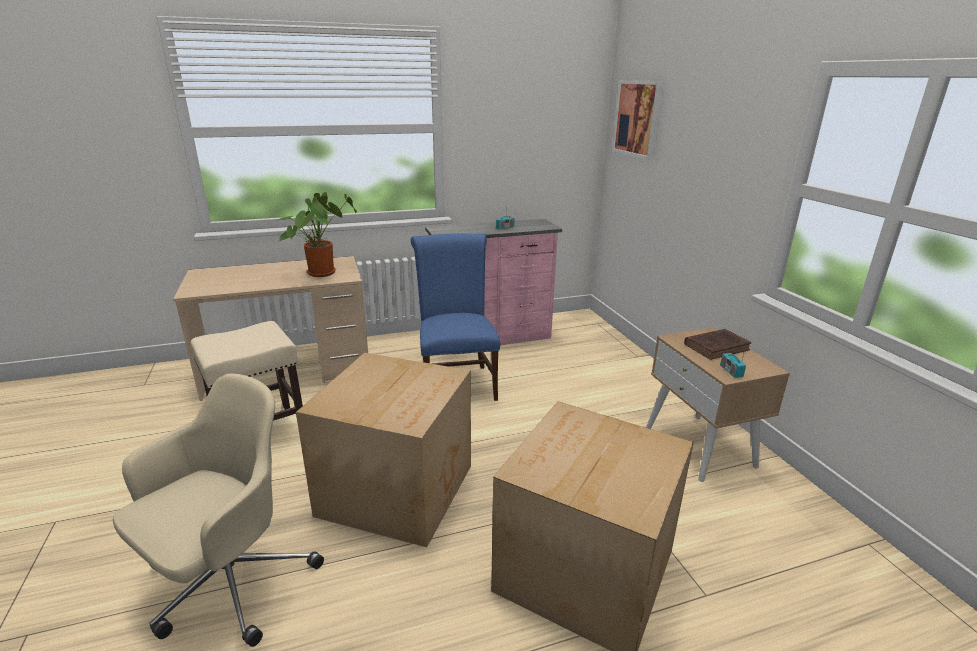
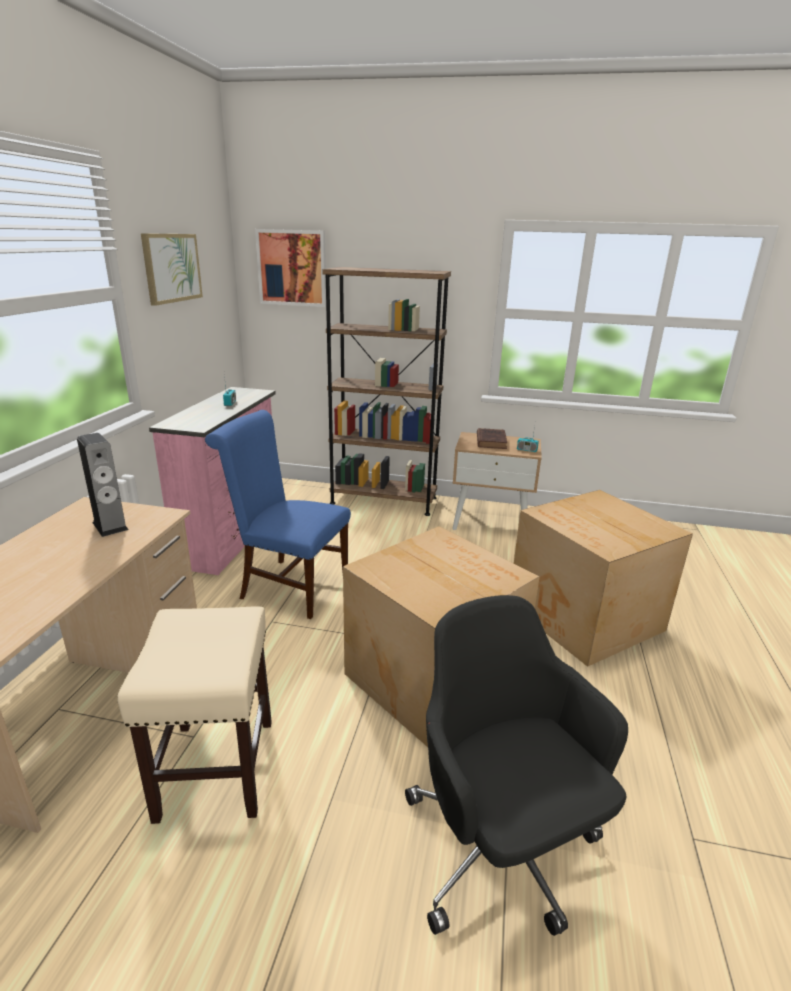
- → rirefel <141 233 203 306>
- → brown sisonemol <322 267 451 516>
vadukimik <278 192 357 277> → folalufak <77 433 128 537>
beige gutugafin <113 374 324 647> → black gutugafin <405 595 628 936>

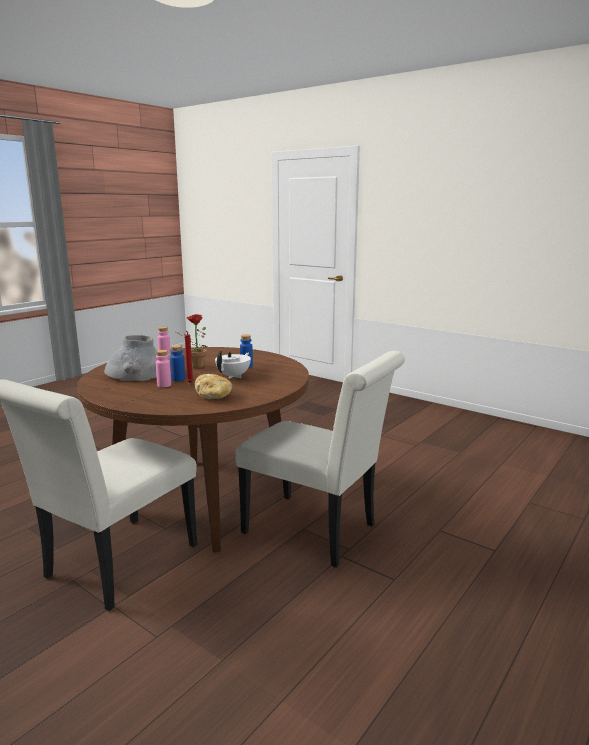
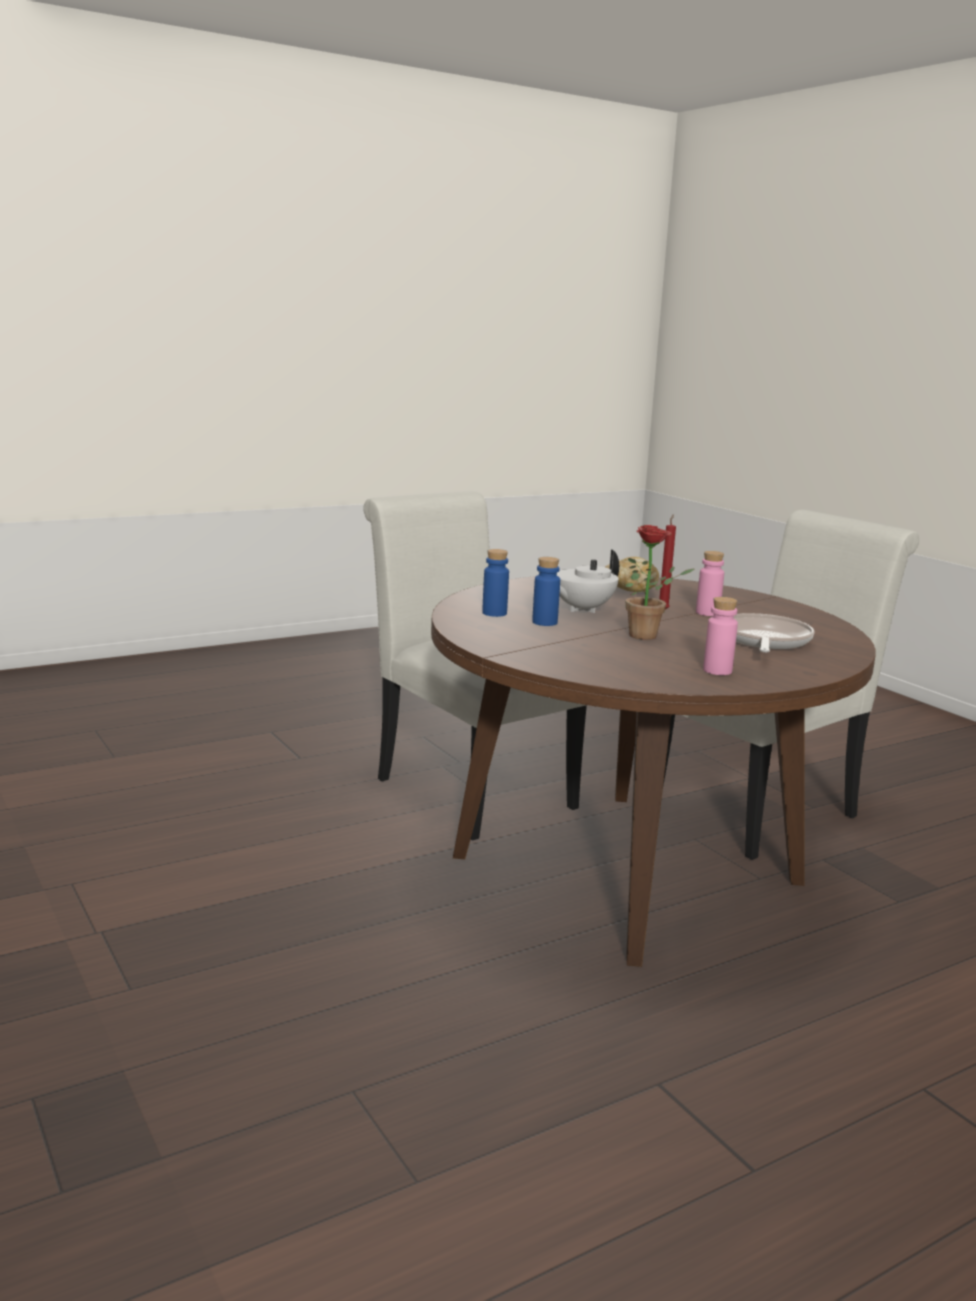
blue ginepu <170 345 185 381> → blue ginepu <482 549 509 617>, relocated
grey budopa <104 335 171 381> → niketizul <734 613 814 652>

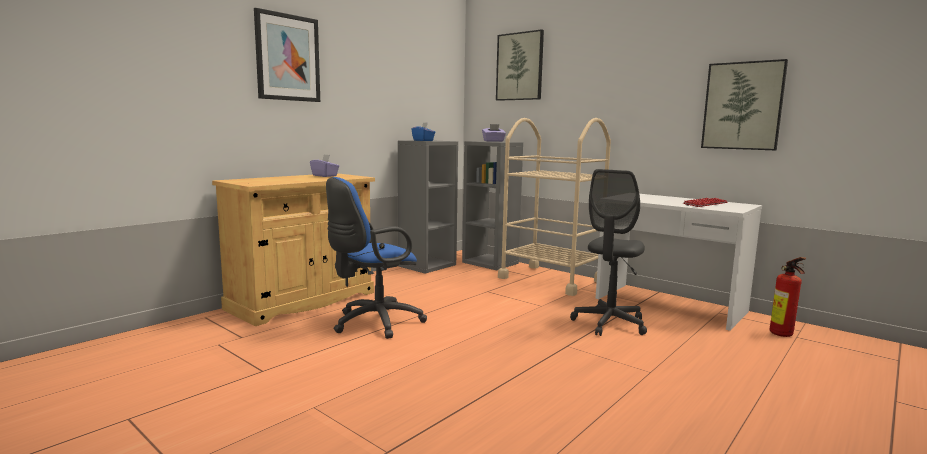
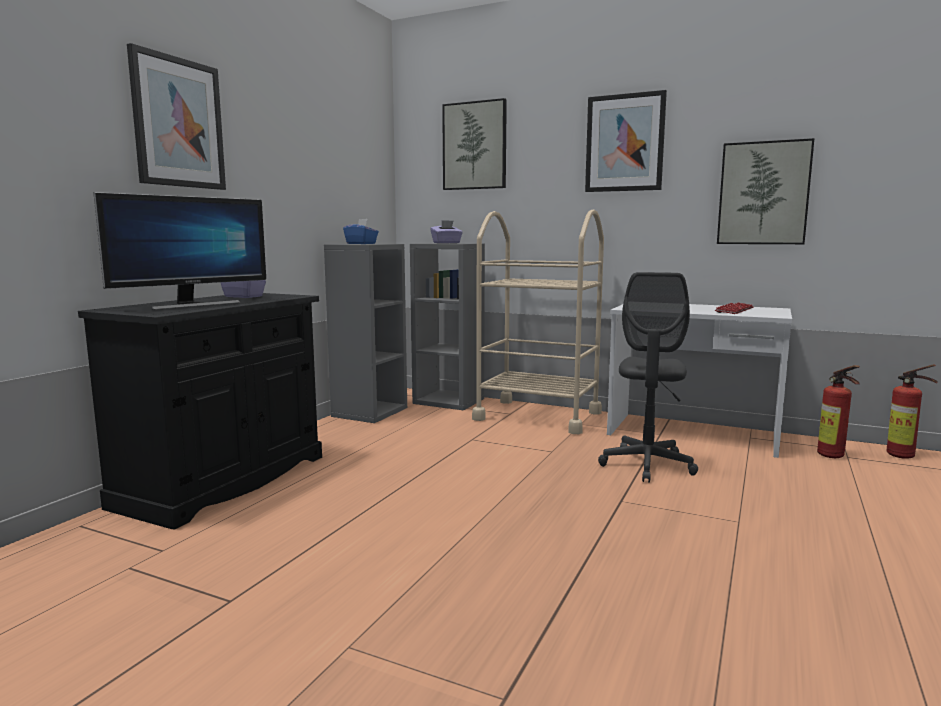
blue gutugafin <326 177 427 339> → -
- → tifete <93 192 266 310>
- → rirefel <585 90 667 192>
- → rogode <886 364 938 459>
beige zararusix <212 173 375 326> → black zararusix <78 293 322 530>

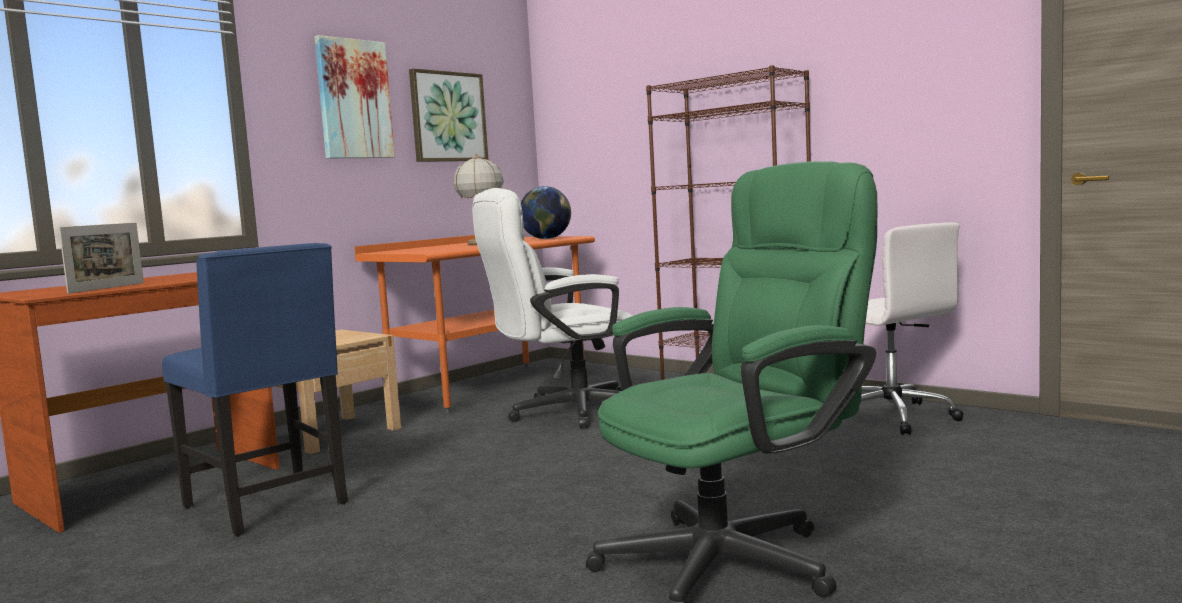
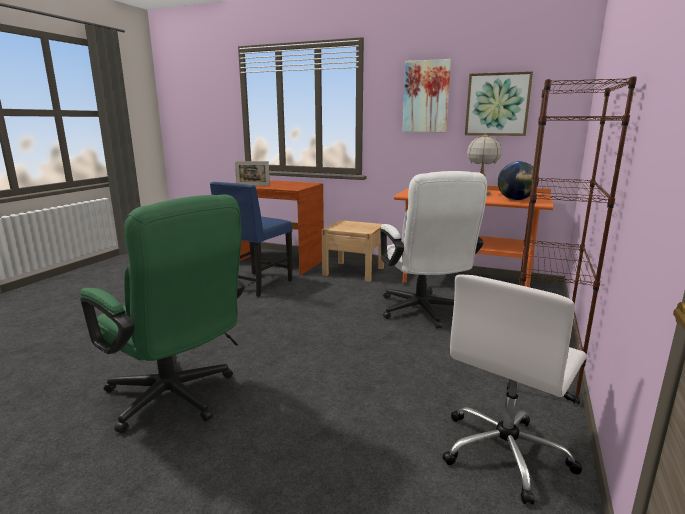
white gutugafin <472 188 632 428> → white gutugafin <380 171 487 329>, 150 degrees counterclockwise

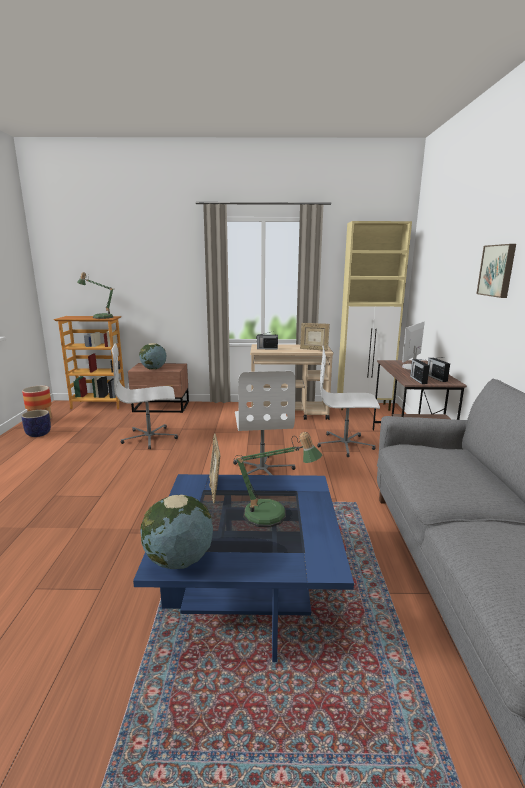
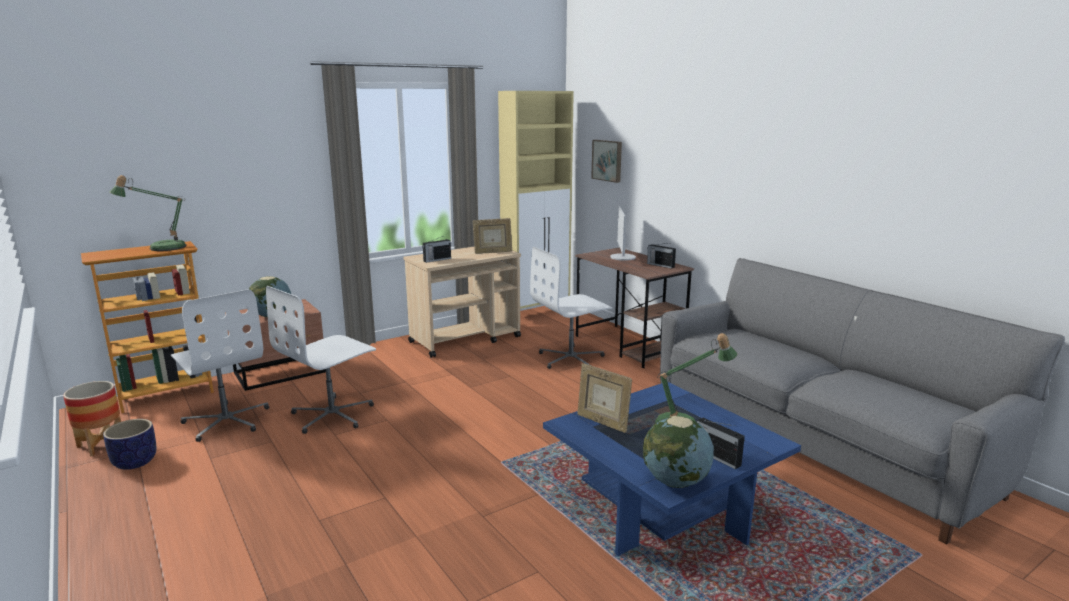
white gutugafin <233 371 296 475> → white gutugafin <171 289 269 442>, relocated
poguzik <410 359 430 384> → poguzik <697 418 745 469>, relocated
rirefel <476 244 516 298> → rirefel <591 140 622 183>, relocated

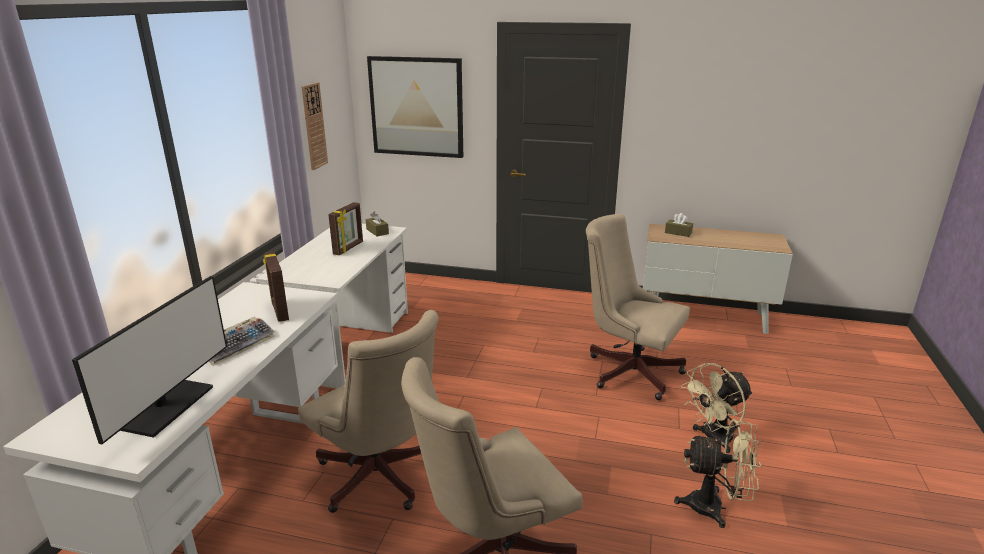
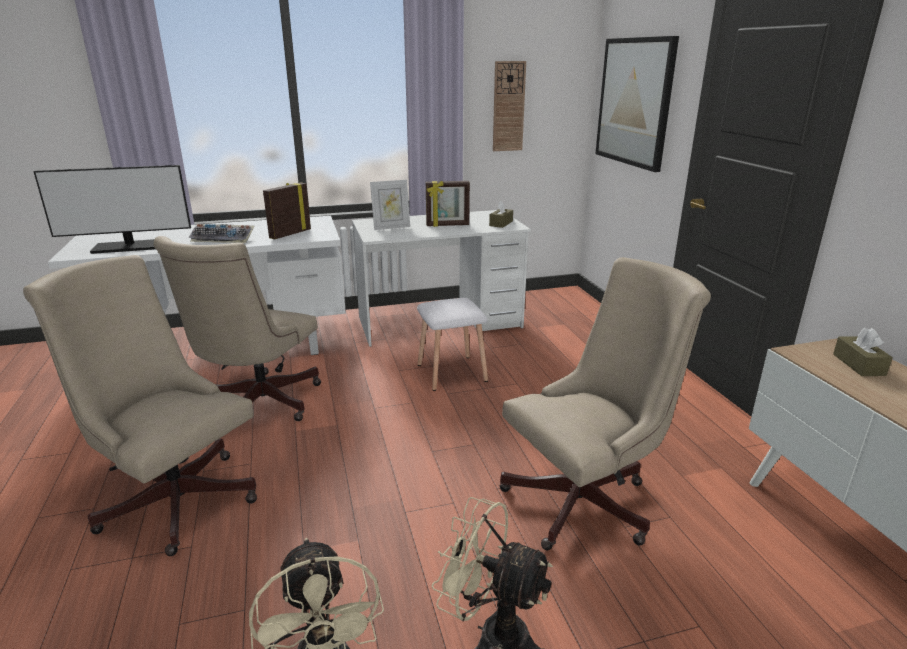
- → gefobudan <370 180 410 230>
- → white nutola <417 298 488 391>
beige gutugafin <586 213 690 400> → beige gutugafin <500 257 711 550>, 60 degrees clockwise

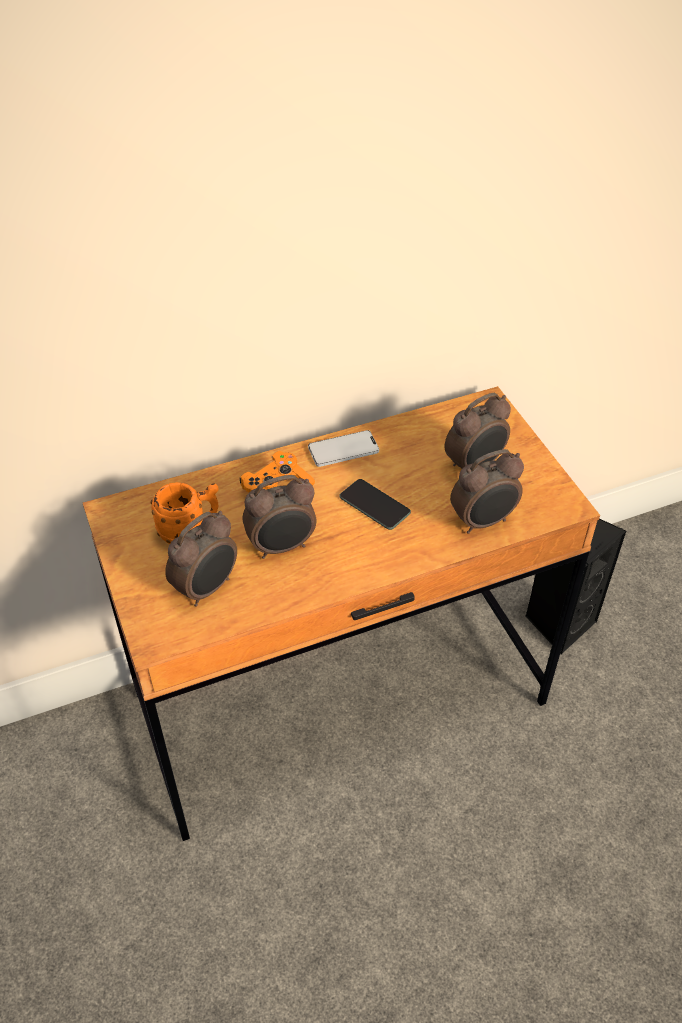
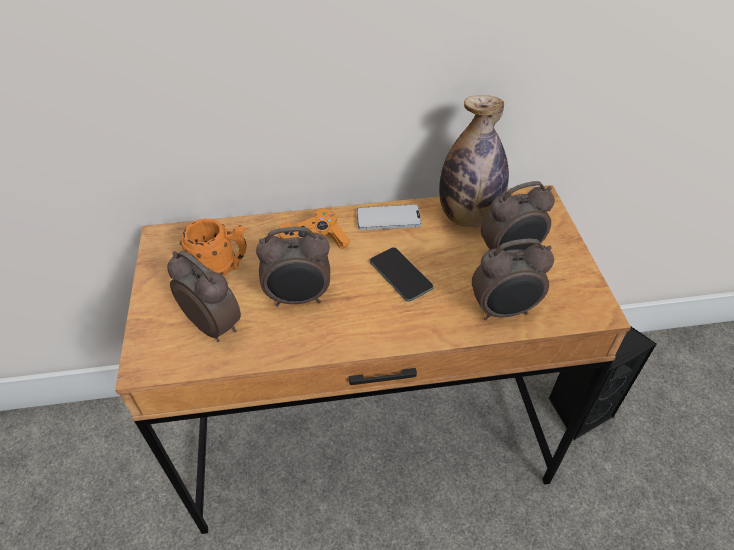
- → ginepu <439 95 509 227>
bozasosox <165 511 237 607> → bozasosox <167 251 241 342>, 105 degrees counterclockwise

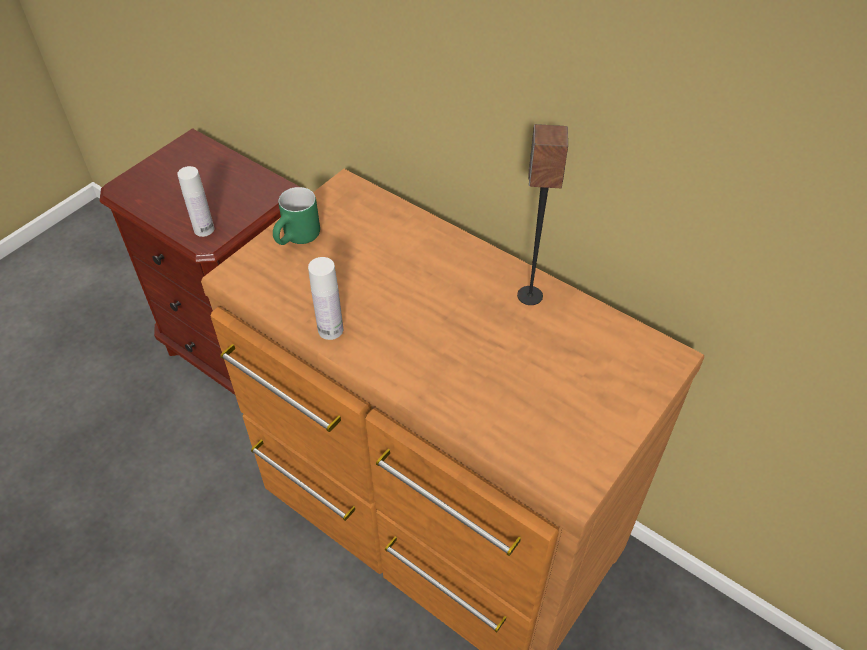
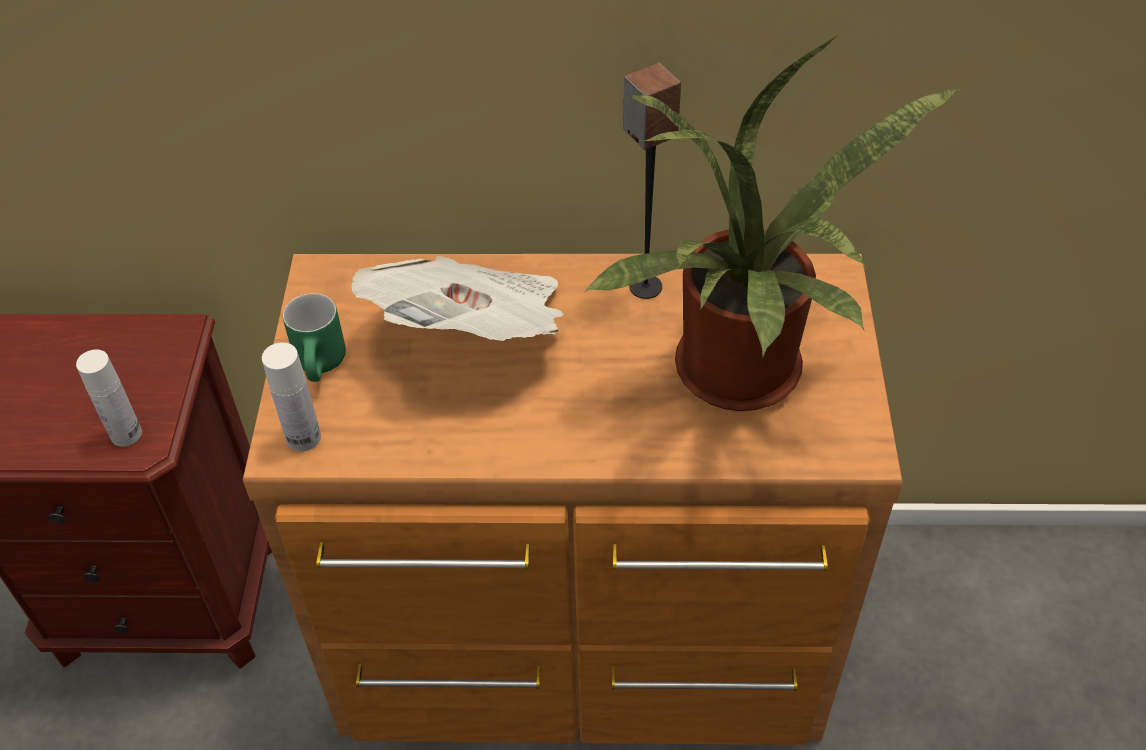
- → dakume <351 256 563 341>
- → vadukimik <583 36 960 411>
white ginepu <308 257 343 340> → white ginepu <262 342 321 452>, relocated

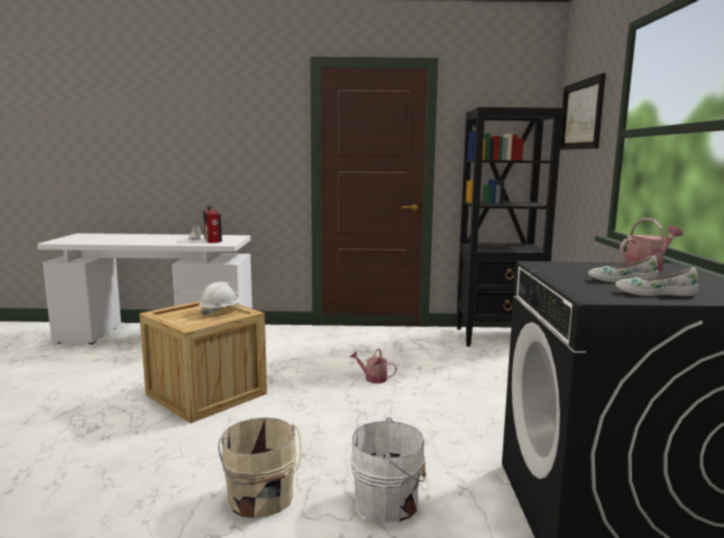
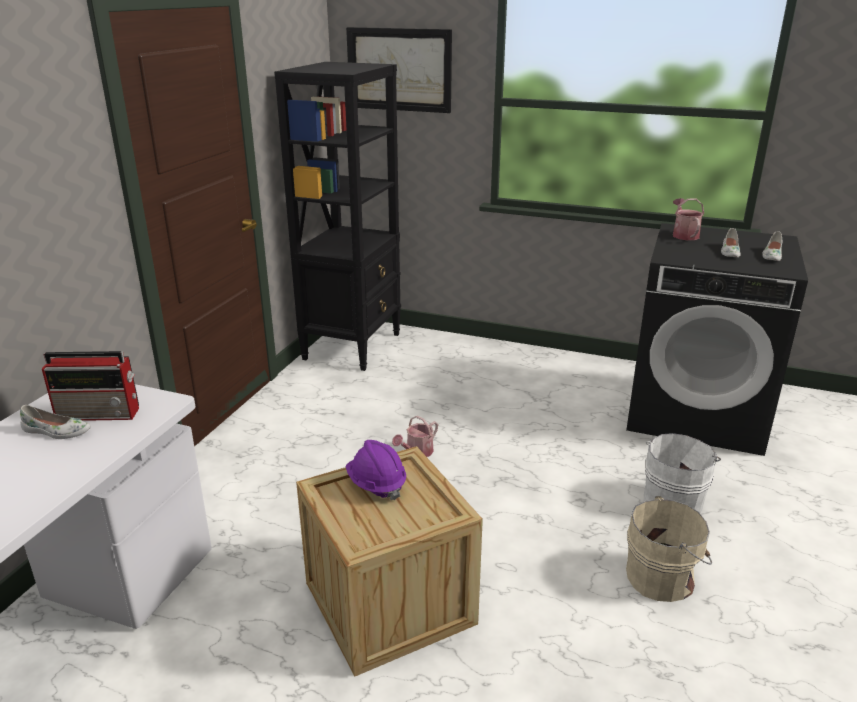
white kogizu <199 282 242 316> → purple kogizu <346 440 406 500>

